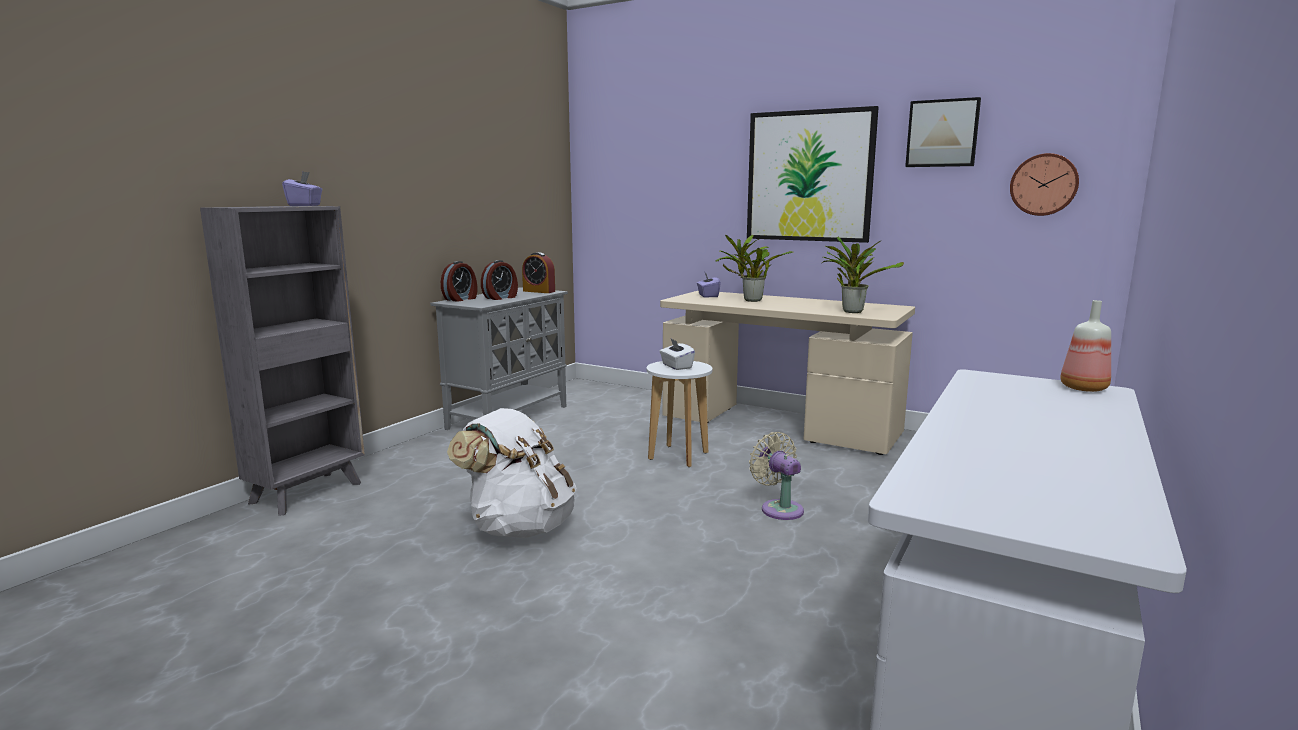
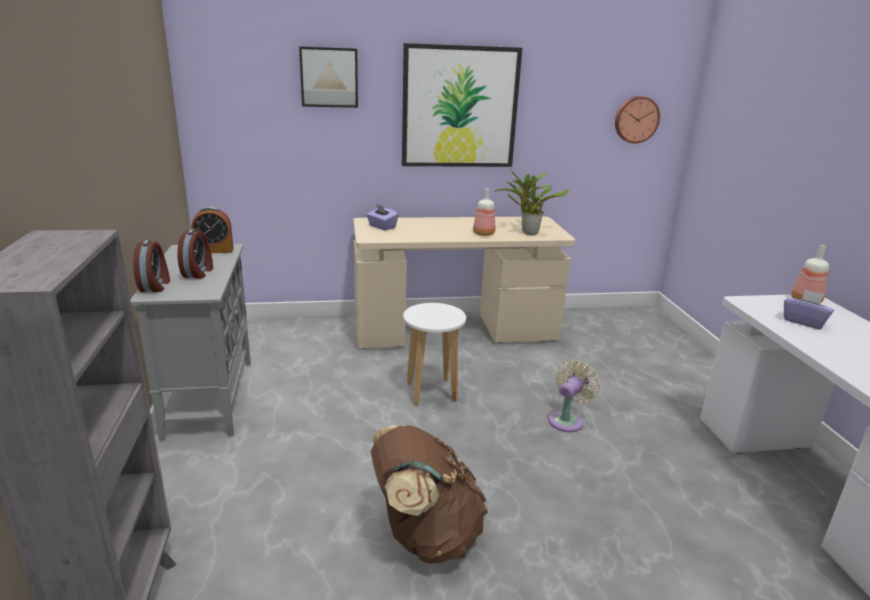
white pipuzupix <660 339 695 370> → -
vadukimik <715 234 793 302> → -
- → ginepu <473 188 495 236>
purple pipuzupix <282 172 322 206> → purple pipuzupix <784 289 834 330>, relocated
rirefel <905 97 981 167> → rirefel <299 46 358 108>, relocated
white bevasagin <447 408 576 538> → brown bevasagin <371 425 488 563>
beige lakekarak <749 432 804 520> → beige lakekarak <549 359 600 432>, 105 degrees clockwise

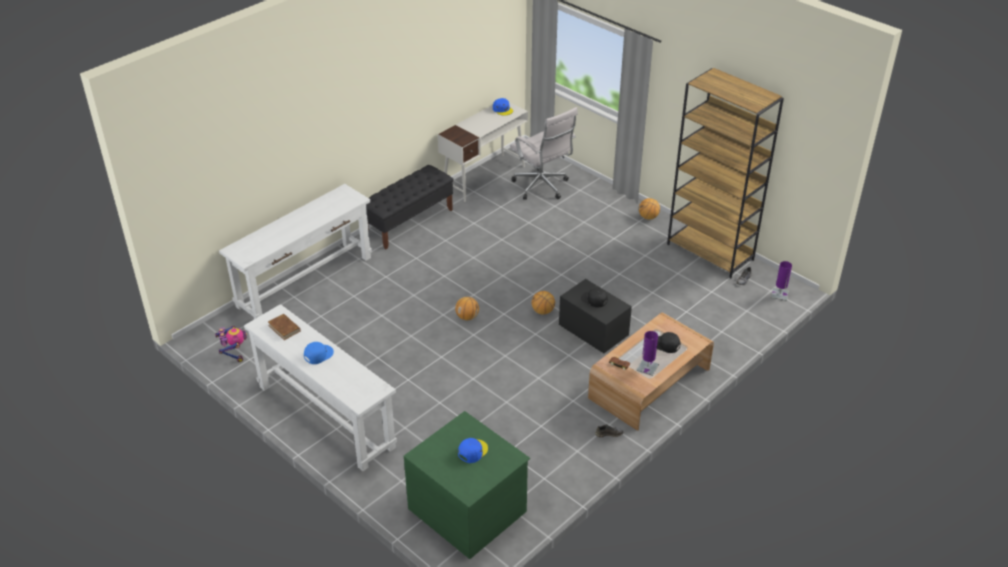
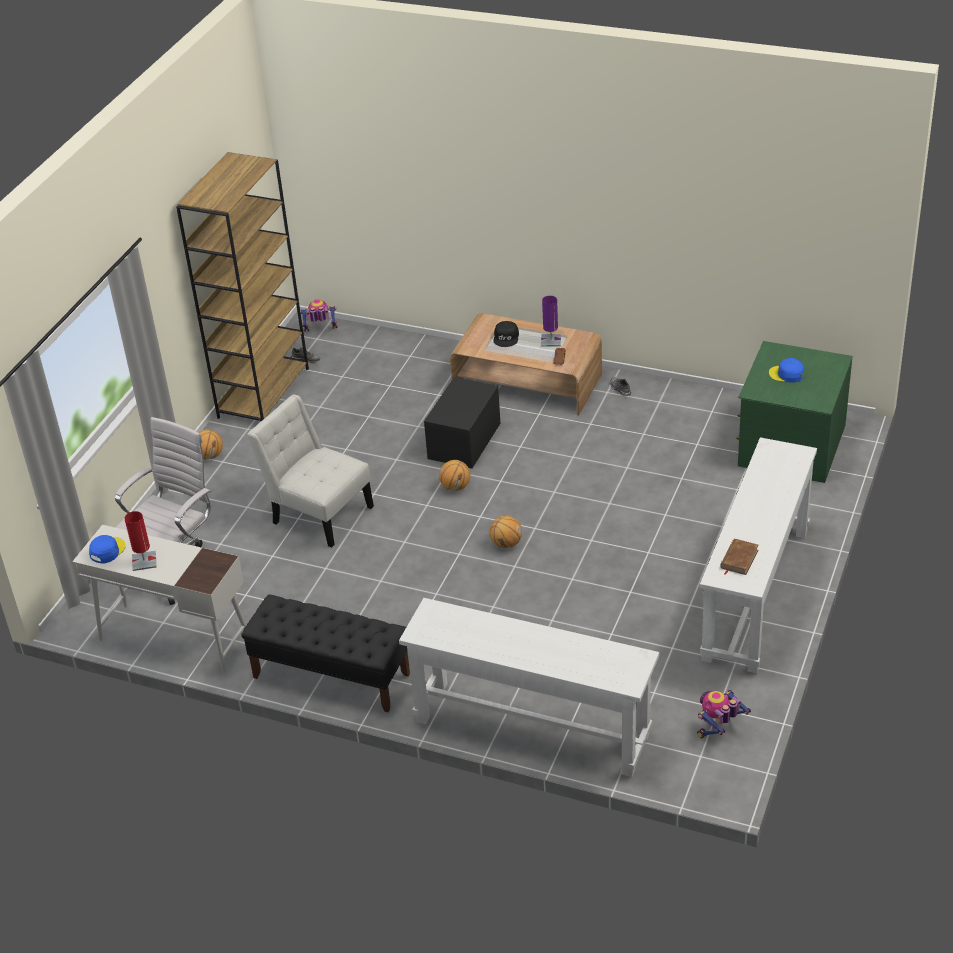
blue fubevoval <304 342 334 364> → -
black fubevoval <581 288 608 307> → -
- → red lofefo <124 511 156 571>
- → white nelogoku <247 394 374 548>
purple lofefo <771 261 792 301> → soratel <300 300 338 332>

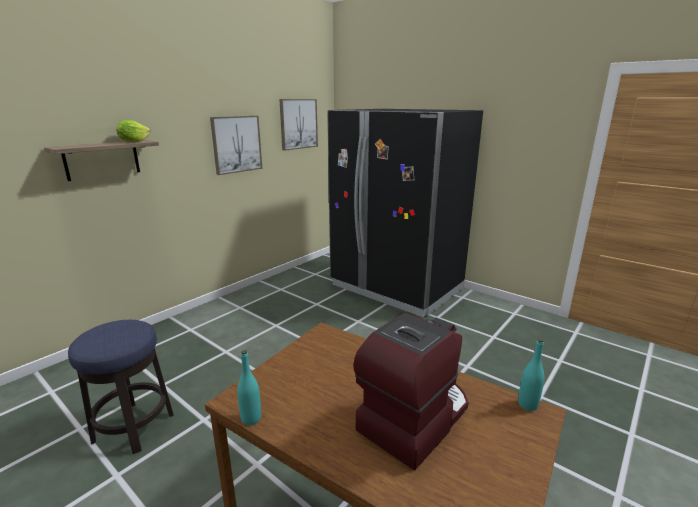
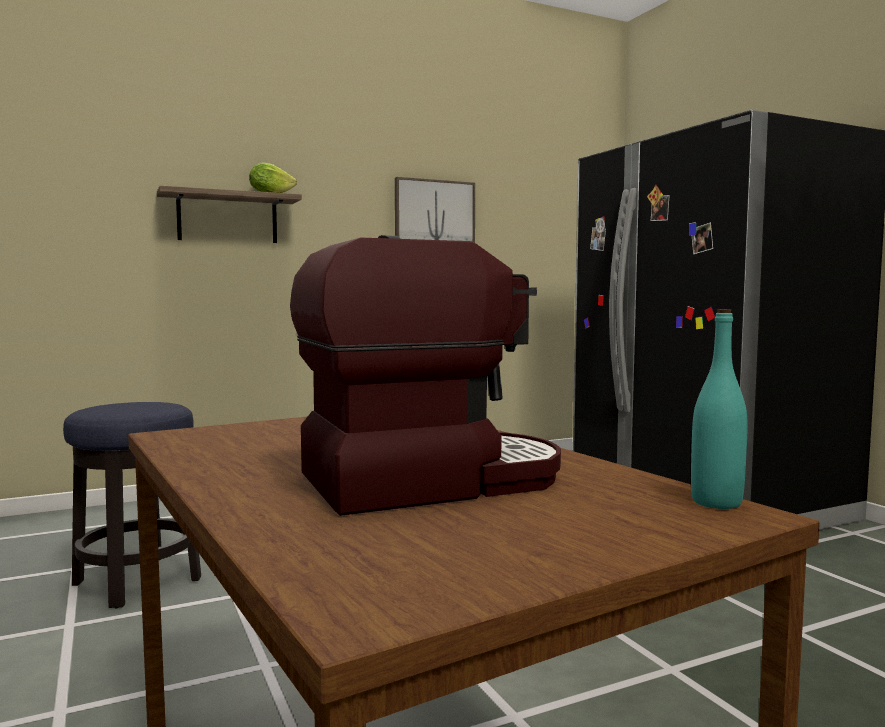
turquoise ginepu <237 350 261 425> → -
rirefel <279 99 318 151> → -

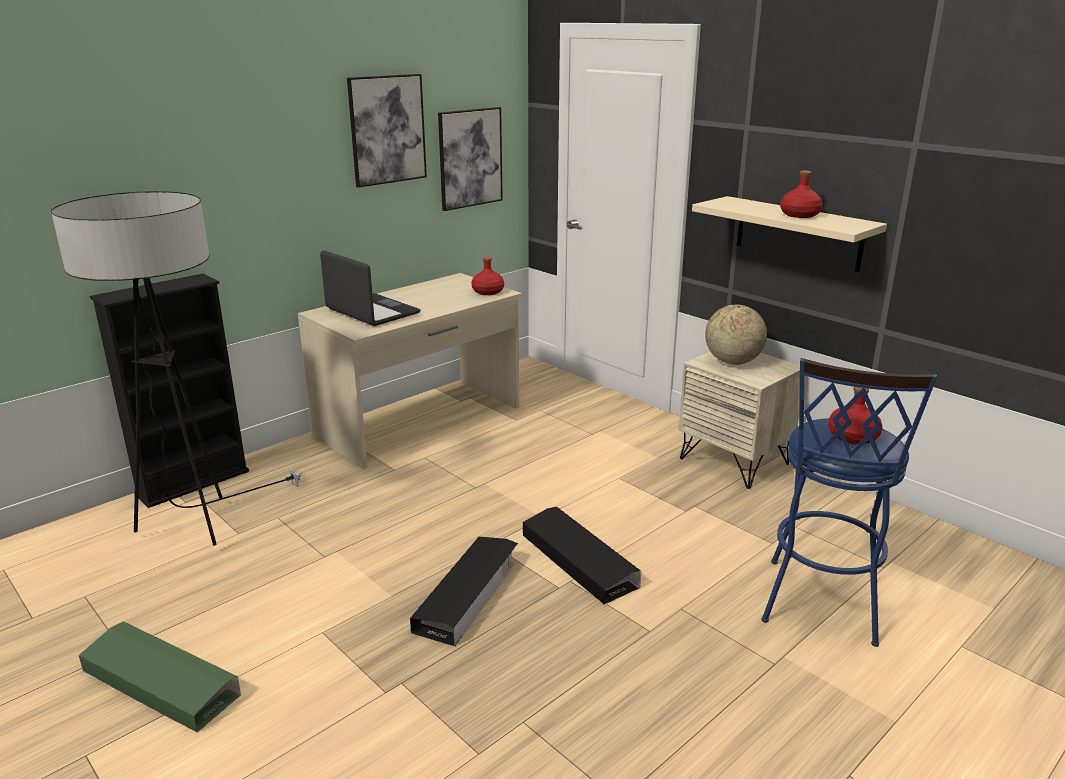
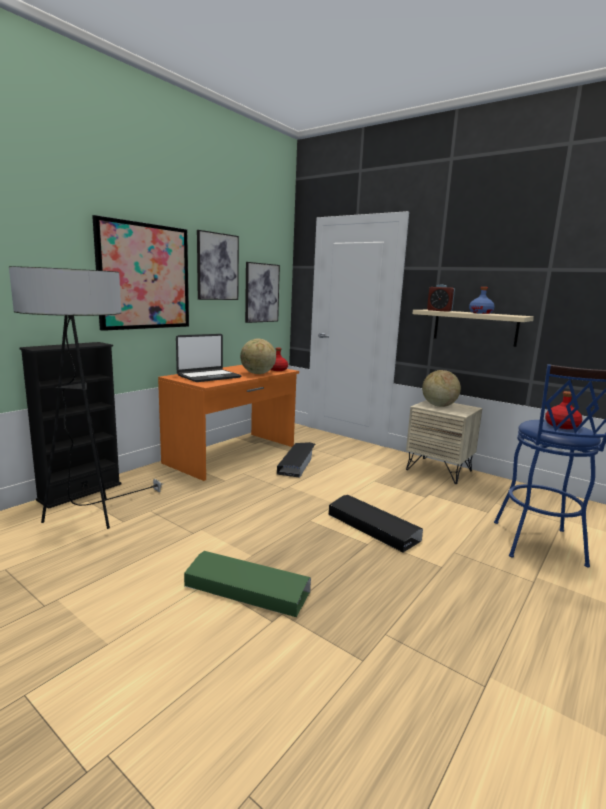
- → rirefel <92 215 189 331>
- → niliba <240 339 276 374>
- → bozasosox <427 284 455 312>
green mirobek <79 621 241 732> → green mirobek <184 551 311 617>, relocated
black mirobek <410 537 518 647> → black mirobek <277 442 315 478>, relocated
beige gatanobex <298 273 522 469> → orange gatanobex <158 365 299 481>
red ginepu <780 170 823 218> → blue ginepu <469 287 495 314>
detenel <320 250 420 326> → detenel <176 334 242 382>, 105 degrees clockwise

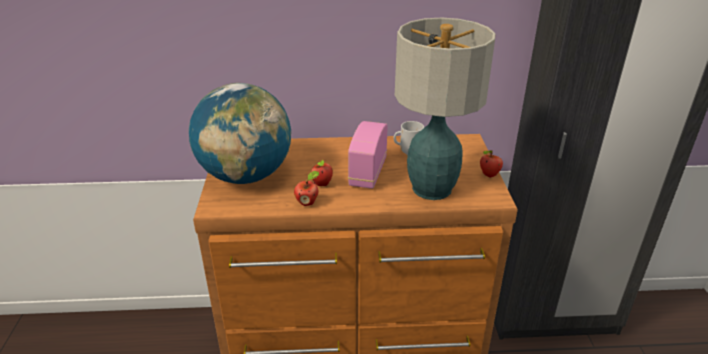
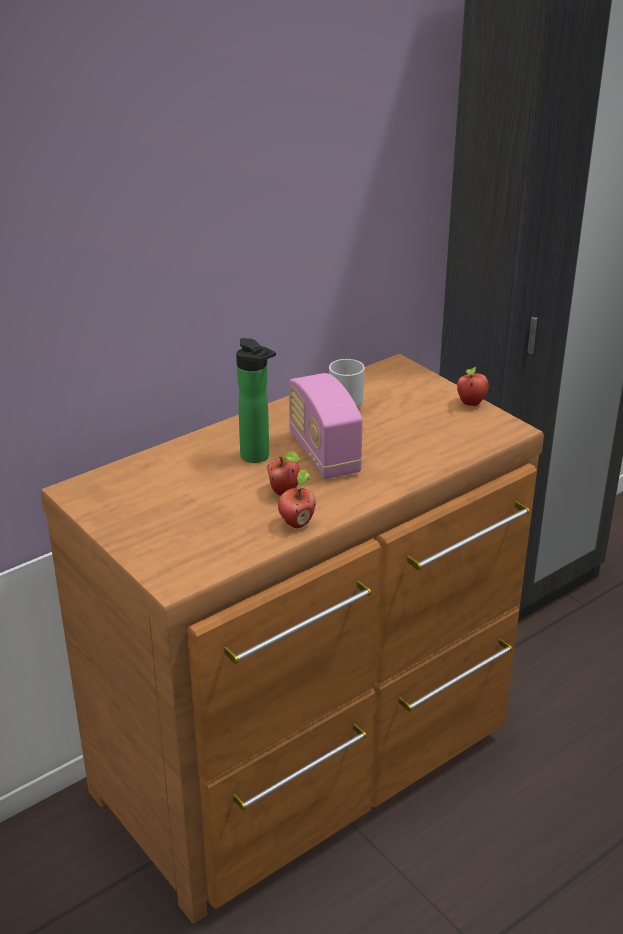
niliba <189 83 291 184> → -
lofefo <395 18 495 200> → -
- → ginepu <236 338 276 463>

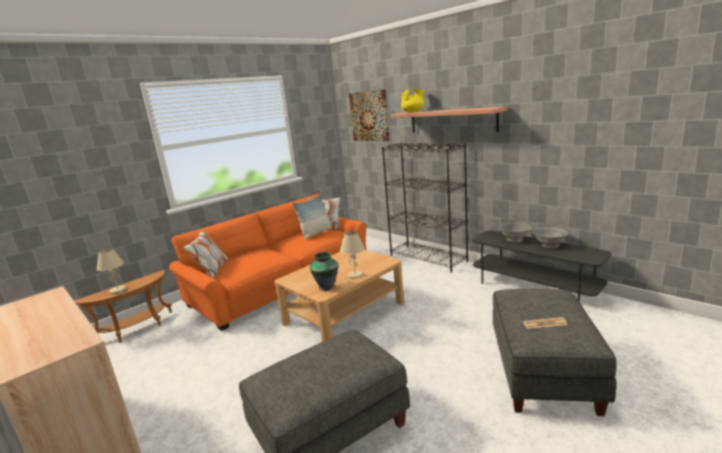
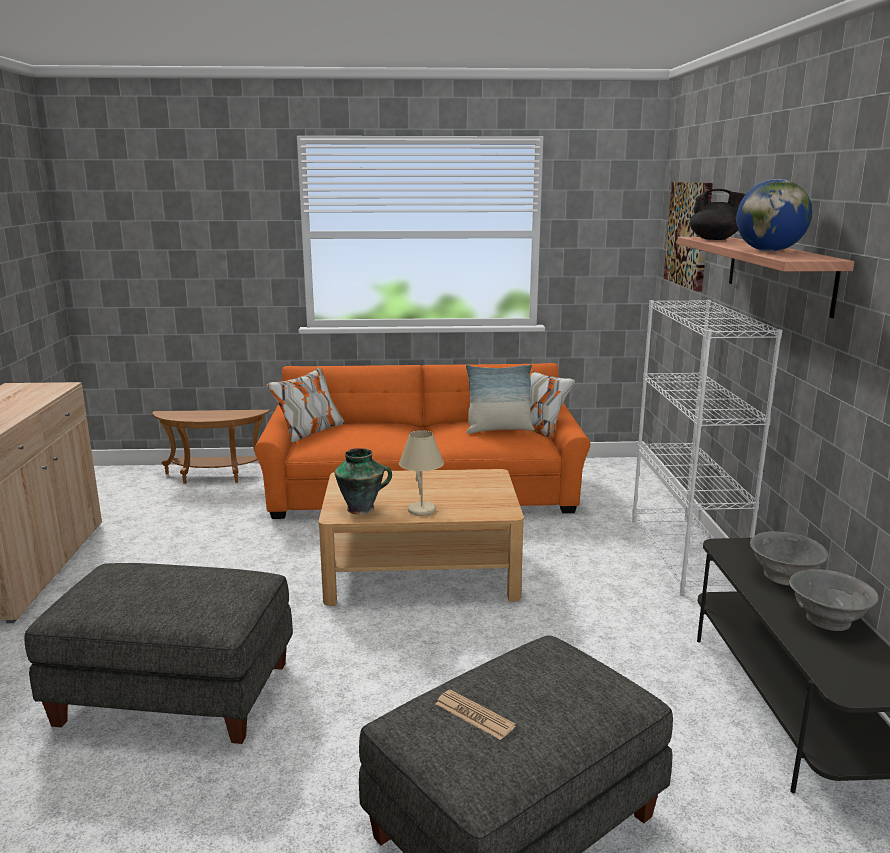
beige lofefo <97 248 127 294> → -
- → niliba <736 179 812 252>
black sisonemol <382 143 468 272> → white sisonemol <632 300 782 596>
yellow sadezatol <401 89 425 113> → black sadezatol <690 189 746 240>

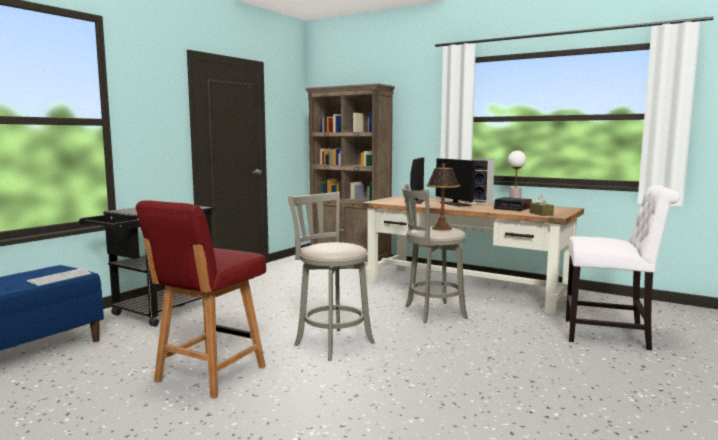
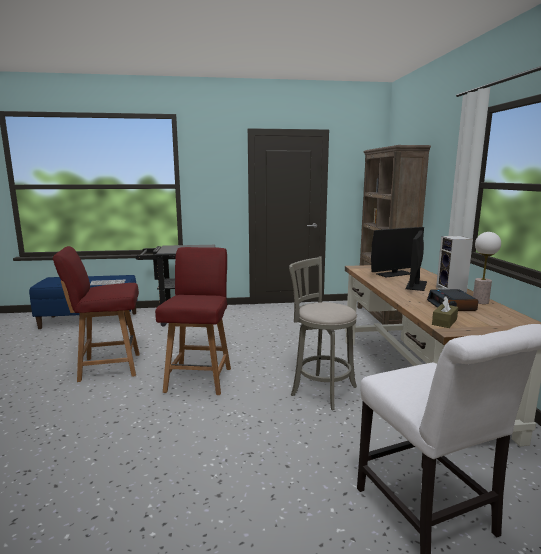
lofefo <427 163 460 230> → -
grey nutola <288 191 375 360> → red nelogoku <155 247 231 395>

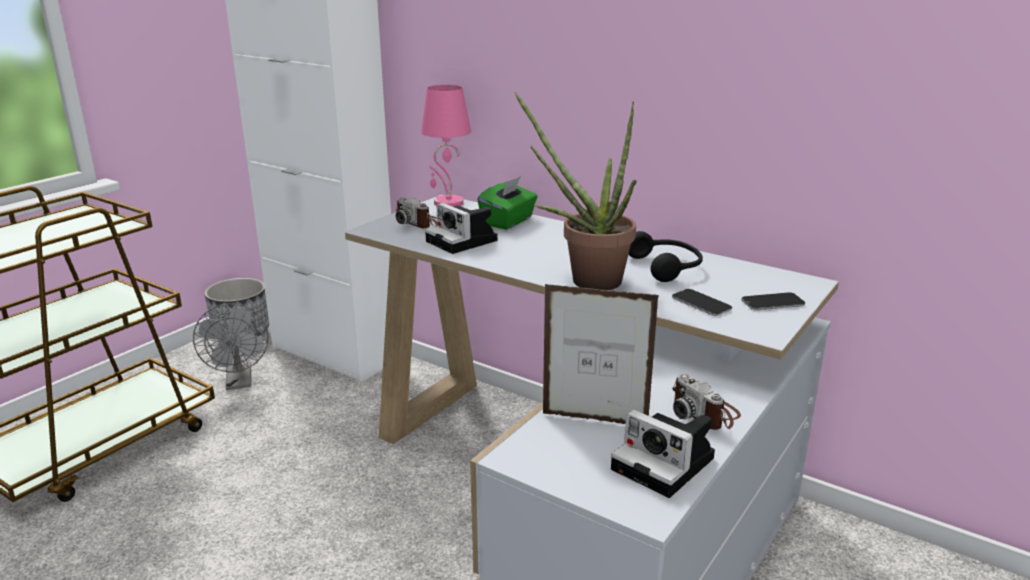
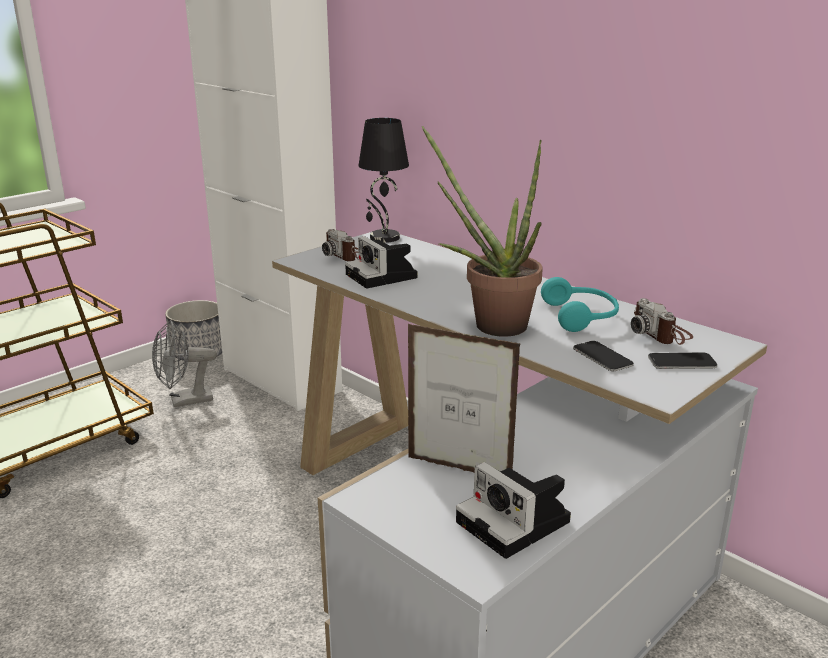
green pipuzupix <477 176 538 230> → -
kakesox <672 374 741 430> → kakesox <631 298 693 345>, relocated
pink lofefo <421 85 471 206> → black lofefo <358 118 409 243>
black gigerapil <628 231 703 282> → turquoise gigerapil <541 277 619 332>
grey lakekarak <193 303 269 390> → grey lakekarak <152 320 217 407>, 75 degrees clockwise

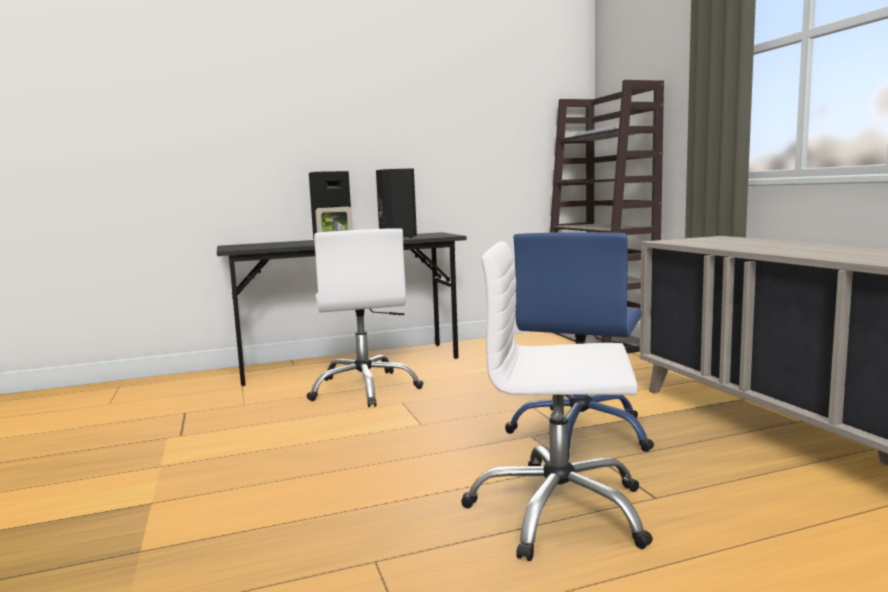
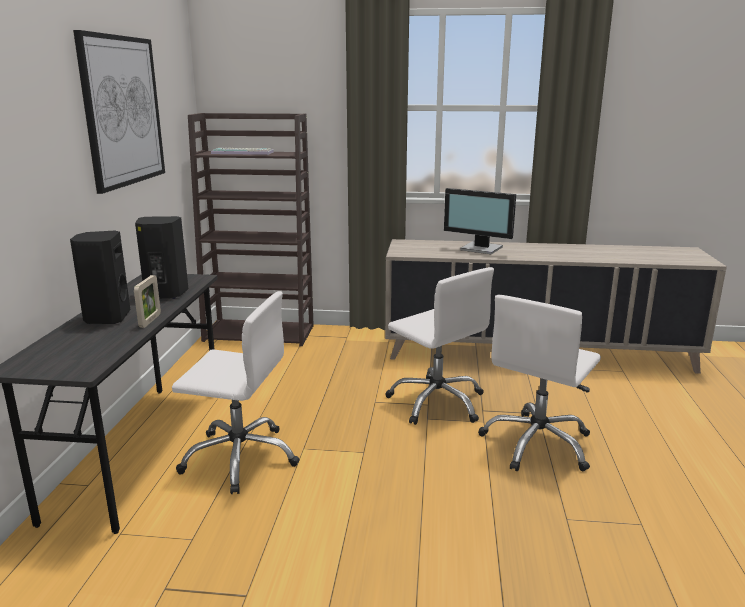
- → rirefel <73 30 165 194>
- → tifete <444 188 516 254>
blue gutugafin <505 232 654 460> → white gutugafin <385 267 494 425>

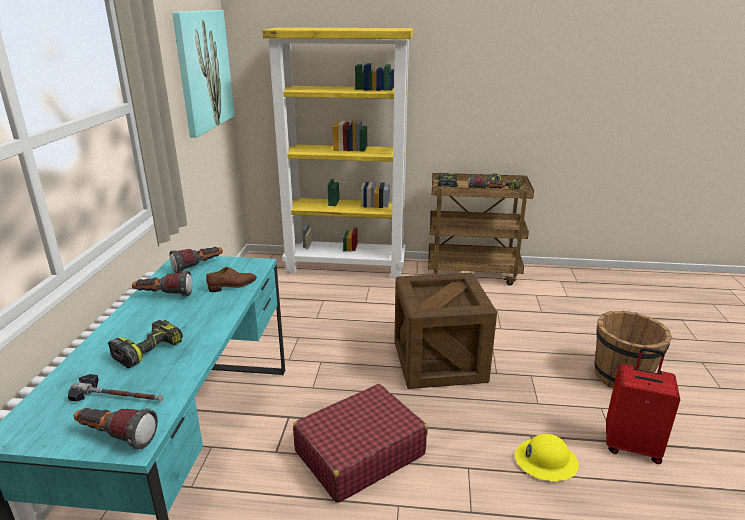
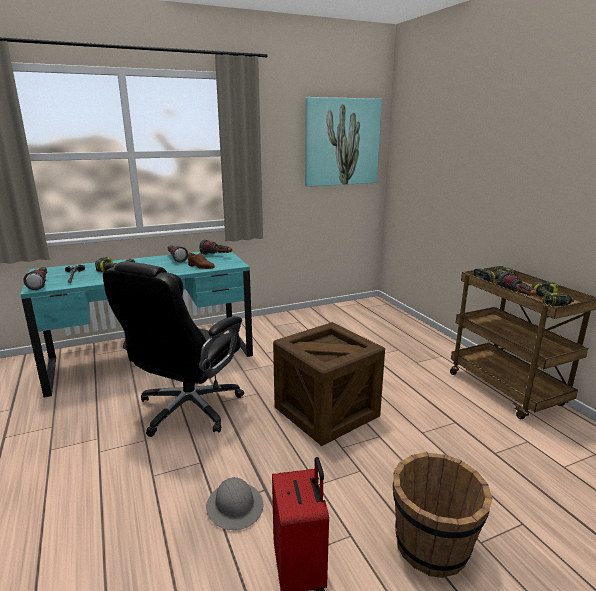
yellow sisonemol <262 27 413 278> → -
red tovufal <293 384 427 503> → black gutugafin <103 262 244 437>
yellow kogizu <515 434 579 481> → grey kogizu <206 477 263 530>

